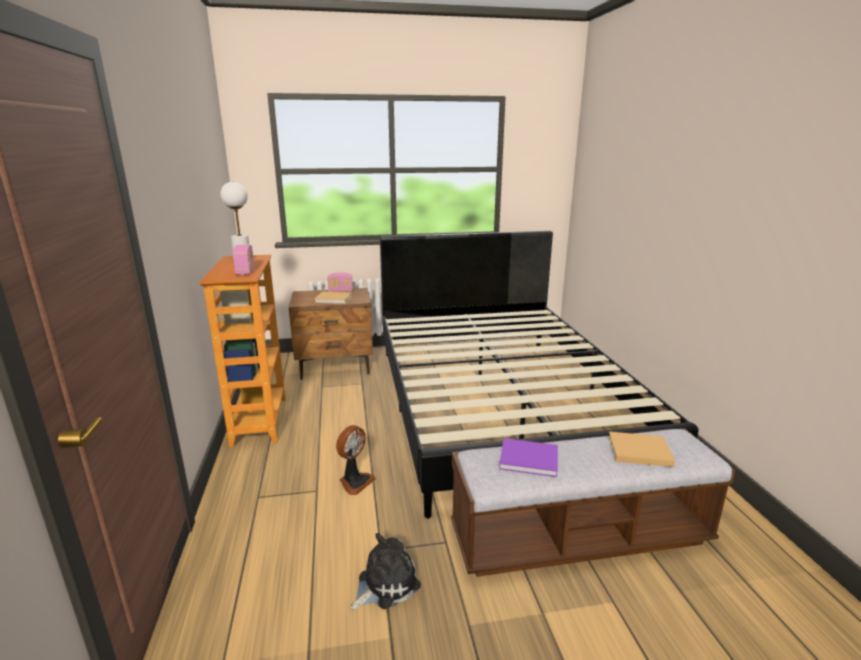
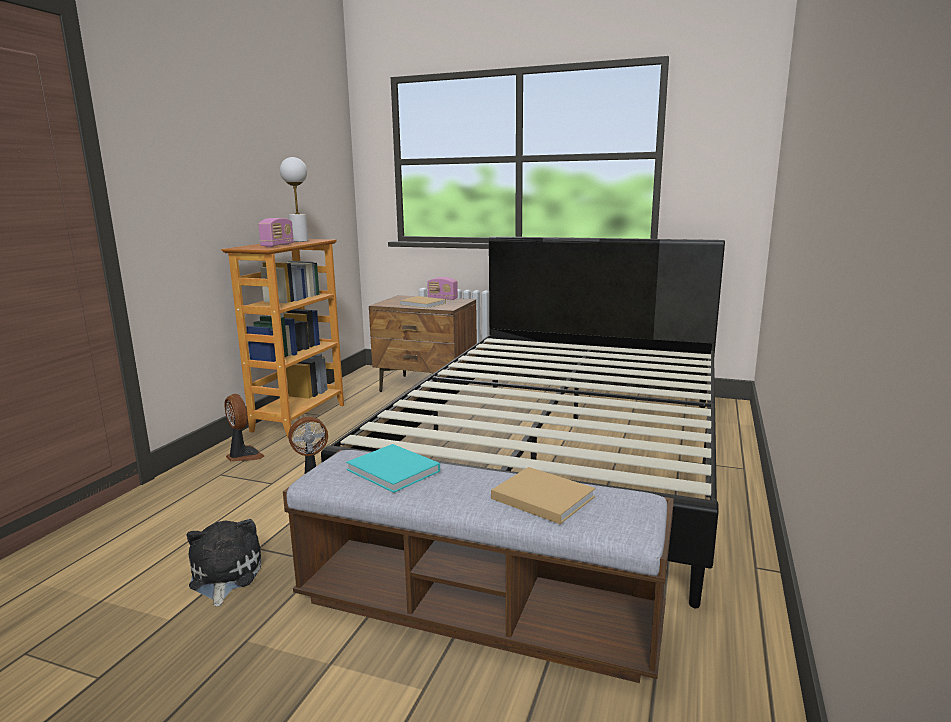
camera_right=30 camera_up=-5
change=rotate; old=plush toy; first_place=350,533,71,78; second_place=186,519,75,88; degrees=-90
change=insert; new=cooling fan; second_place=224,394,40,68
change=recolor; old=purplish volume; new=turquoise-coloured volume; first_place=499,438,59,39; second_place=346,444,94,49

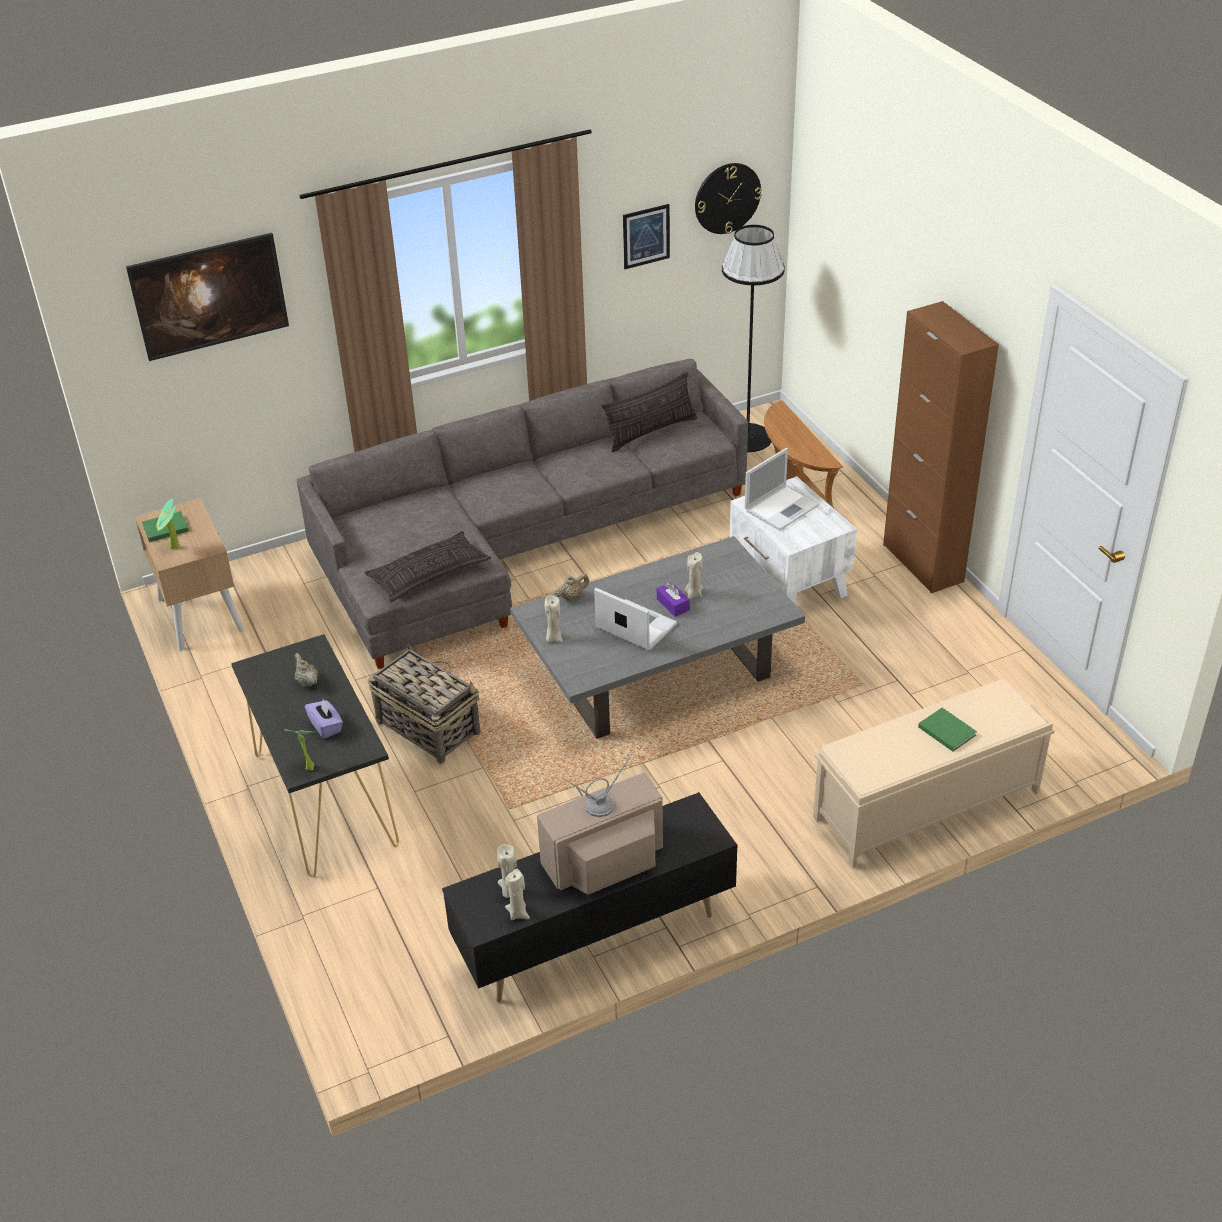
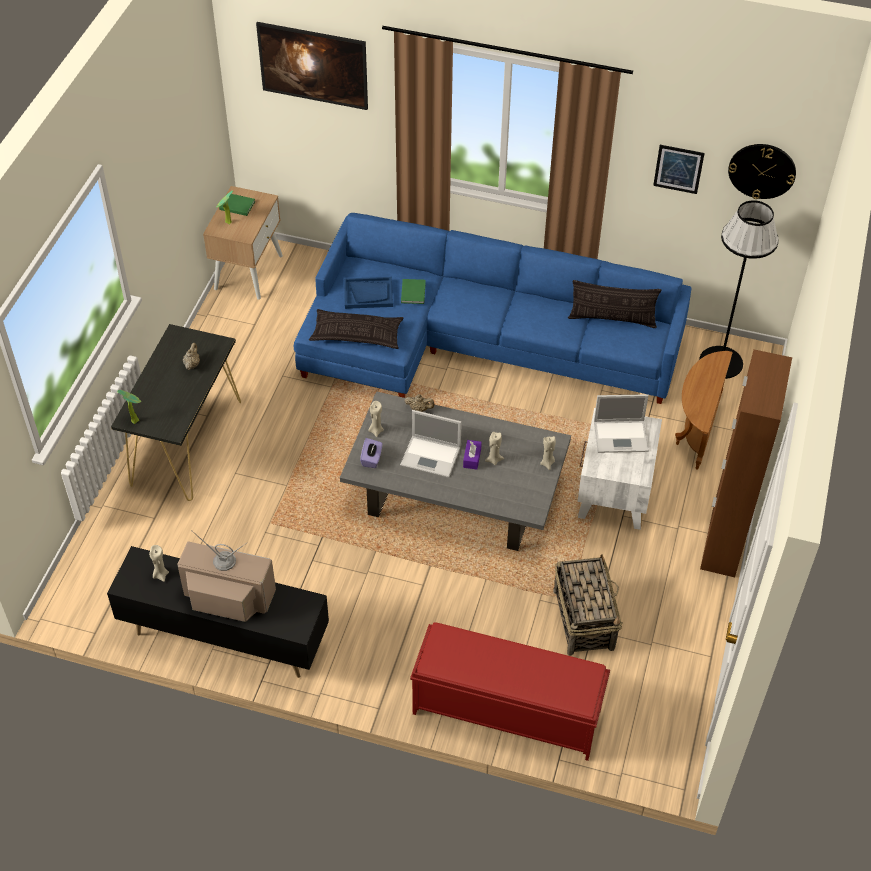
camera_right=40 camera_up=10
change=recolor; old=greyish couch; new=blue couch; first_place=297,359,451,310; second_place=294,213,397,191
change=insert; new=blue tray; second_place=344,277,49,32
change=move; old=purplish box of tissues; first_place=305,700,38,39; second_place=360,438,23,30
change=rotate; old=notebook computer; first_place=594,588,83,63; second_place=400,410,62,68; degrees=120
change=move; old=greenish volume; first_place=918,708,59,44; second_place=401,279,25,25
change=recolor; old=beige-coloured indoor bench; new=red indoor bench; first_place=813,679,242,189; second_place=410,623,200,138
change=move; old=beige-coloured wax candle; first_place=505,869,25,51; second_place=540,436,16,34
change=move; old=household basket; first_place=368,643,113,121; second_place=554,554,69,102

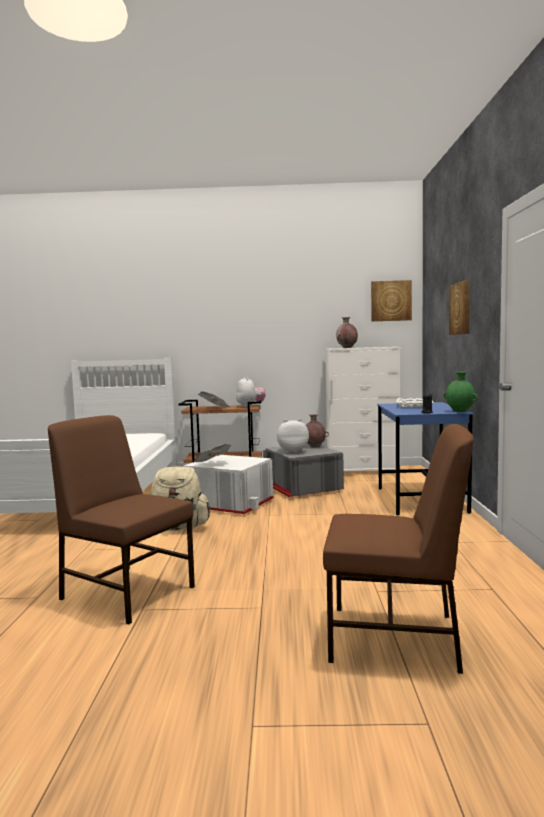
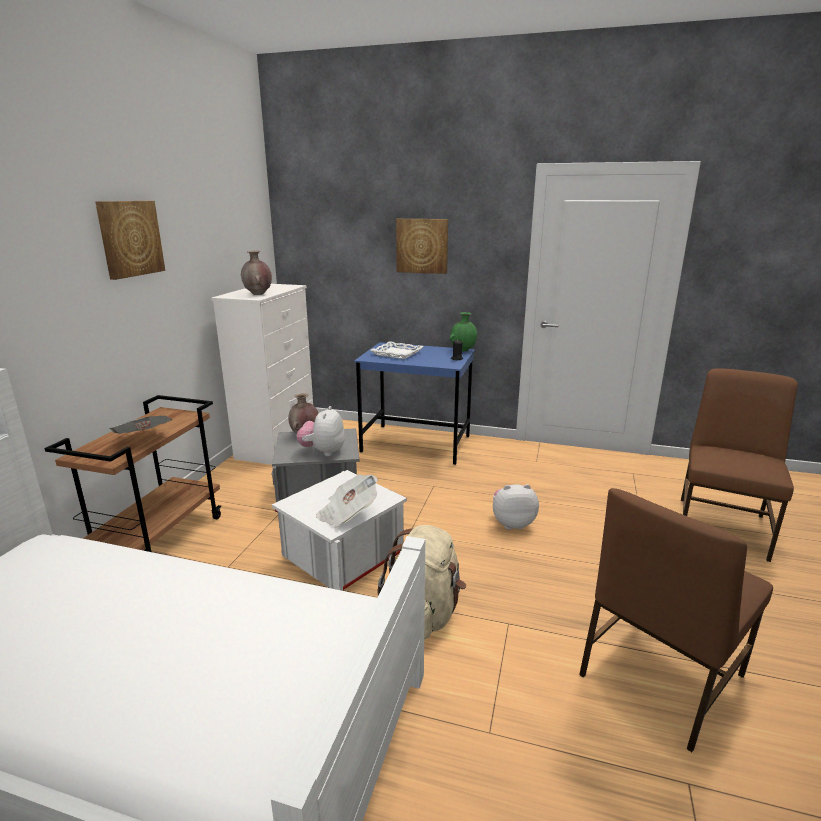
camera_right=-75 camera_up=15
change=move; old=picture; first_place=371,280,41,41; second_place=95,201,70,79
change=move; old=plush toy; first_place=236,377,30,30; second_place=493,484,46,46

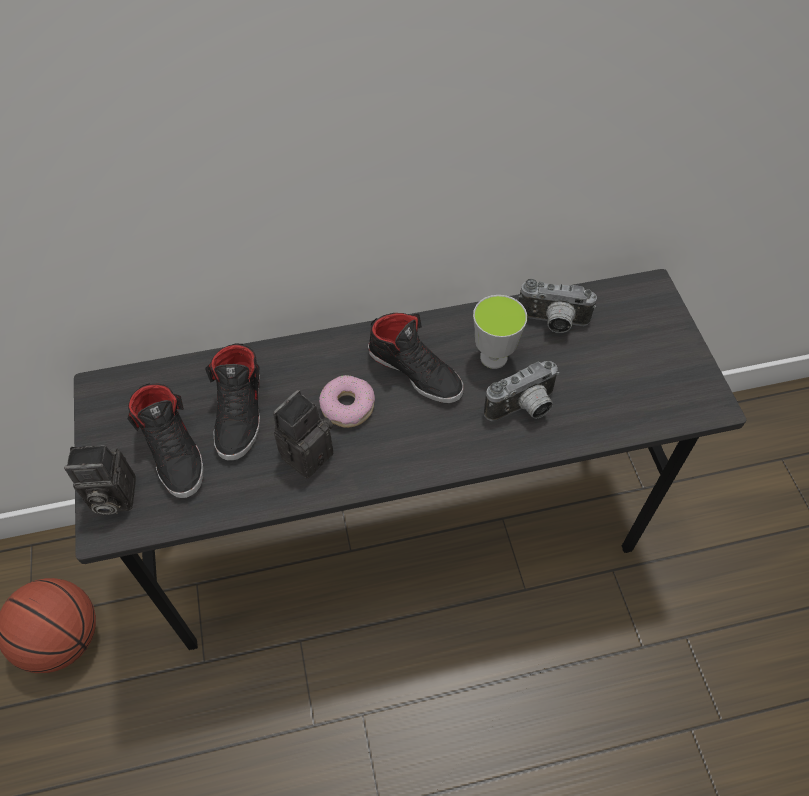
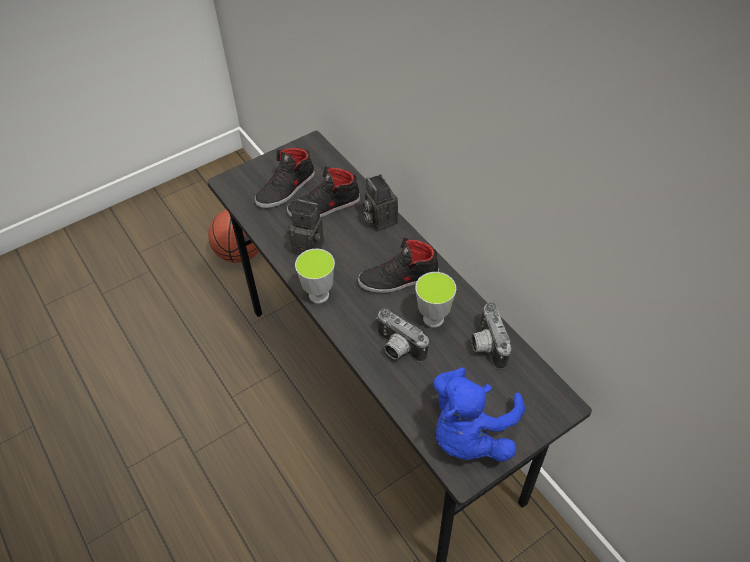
camera_right=70 camera_up=-5
change=insert; new=cup; second_place=295,249,40,55
change=rotate; old=blackish shoe; first_place=368,313,96,90; second_place=358,238,81,55; degrees=60
change=move; old=still camera; first_place=64,445,72,70; second_place=363,174,35,58
change=insert; new=blue plush toy; second_place=433,367,92,95
change=delete; old=donut; first_place=319,375,56,53

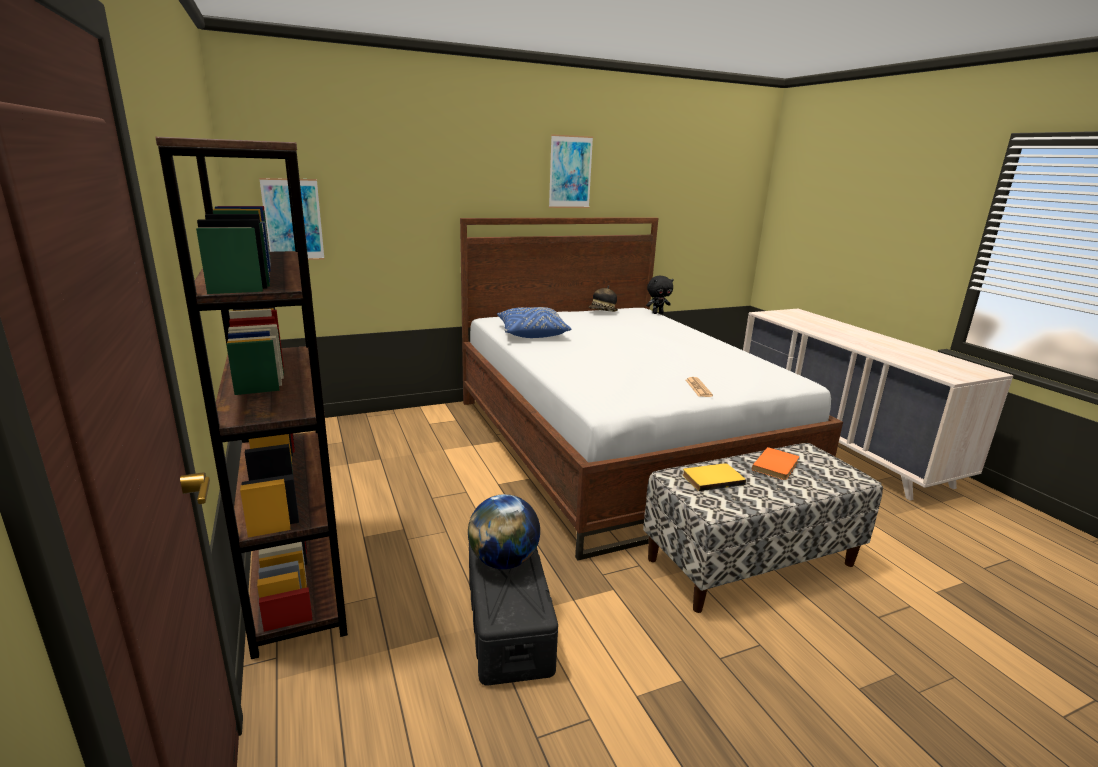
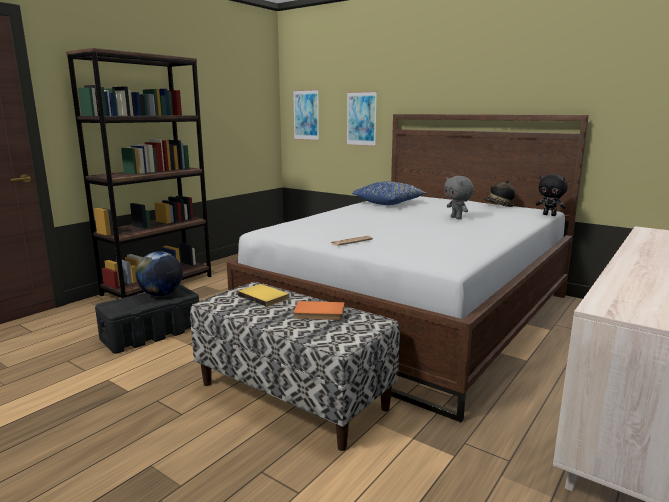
camera_right=60 camera_up=-5
change=move; old=picture; first_place=549,134,44,74; second_place=347,91,30,55
change=insert; new=greyish plush toy; second_place=444,176,30,43

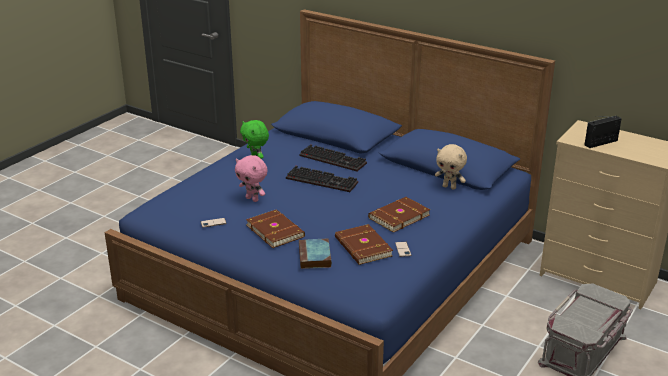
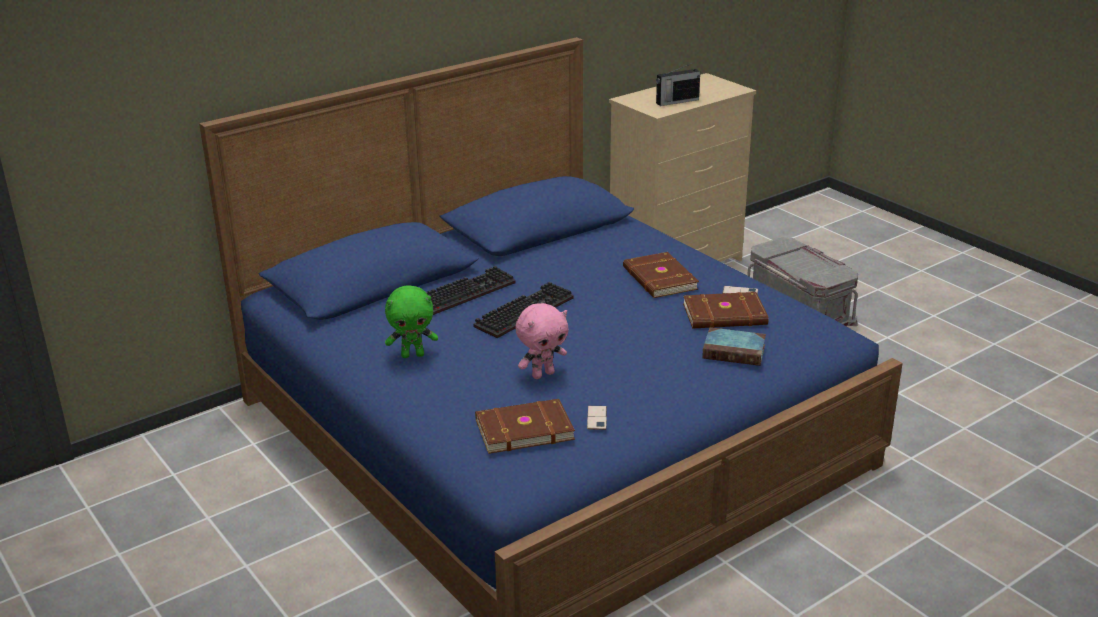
camera_right=-70 camera_up=0
change=move; old=brownish volume; first_place=246,209,59,39; second_place=475,399,100,55
change=rotate; old=radio; first_place=584,116,38,32; second_place=656,63,44,43; degrees=-105
change=delete; old=beige-coloured plush toy; first_place=435,144,32,45

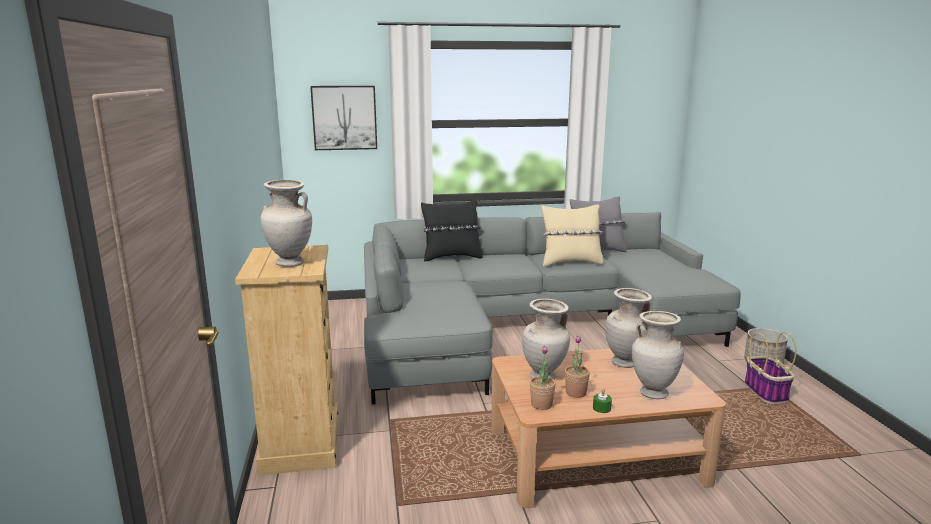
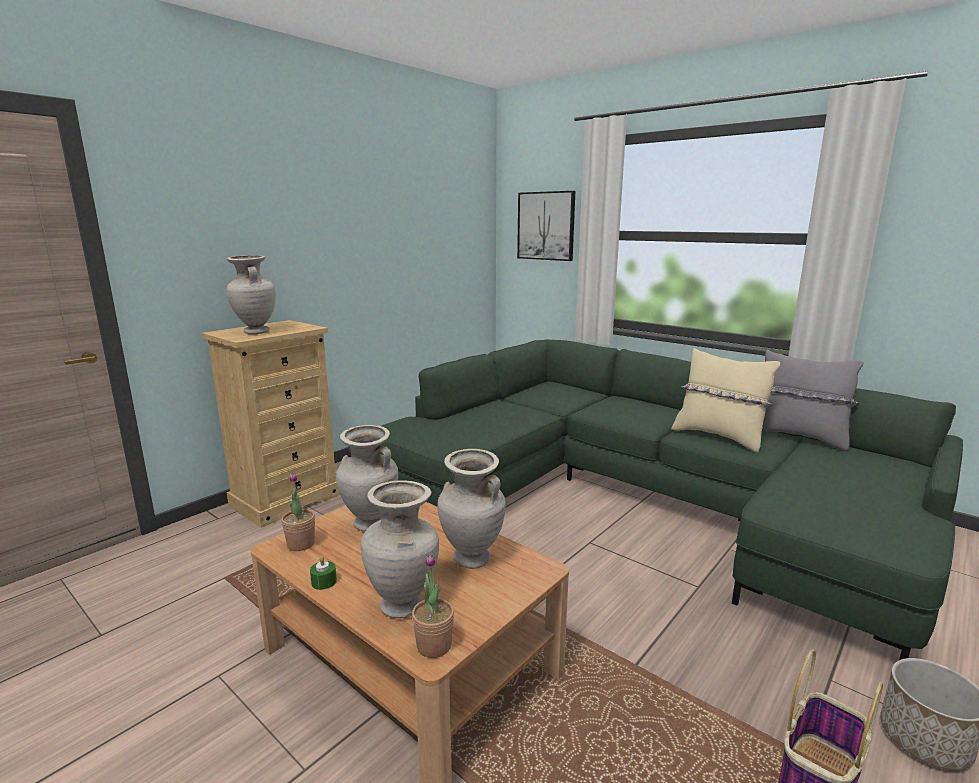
camera_right=50 camera_up=0
change=recolor; old=greyish couch; new=greenish couch; first_place=364,212,377,193; second_place=381,339,582,321
change=move; old=houseplant; first_place=565,335,25,63; second_place=412,553,42,105
change=delete; old=blackish pillow; first_place=421,200,62,61

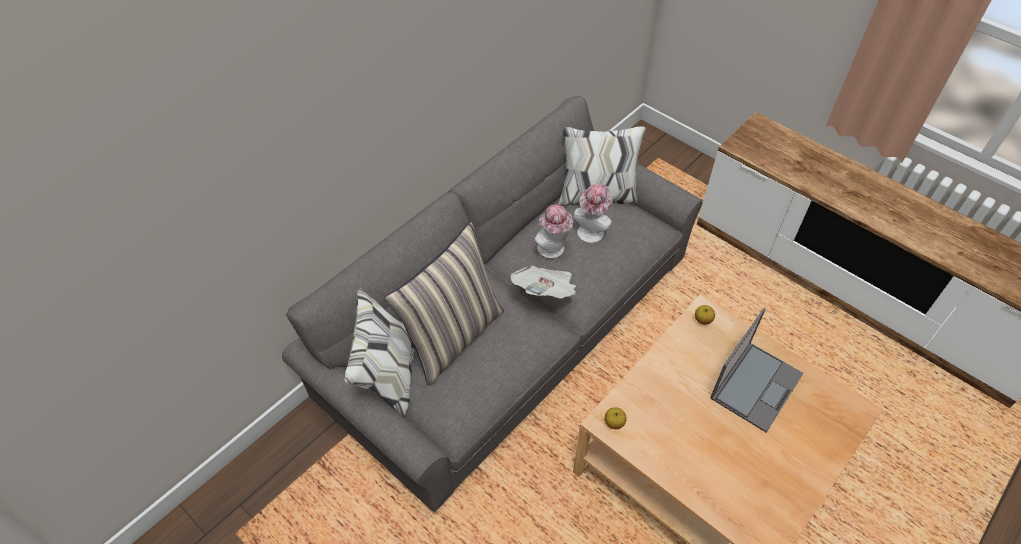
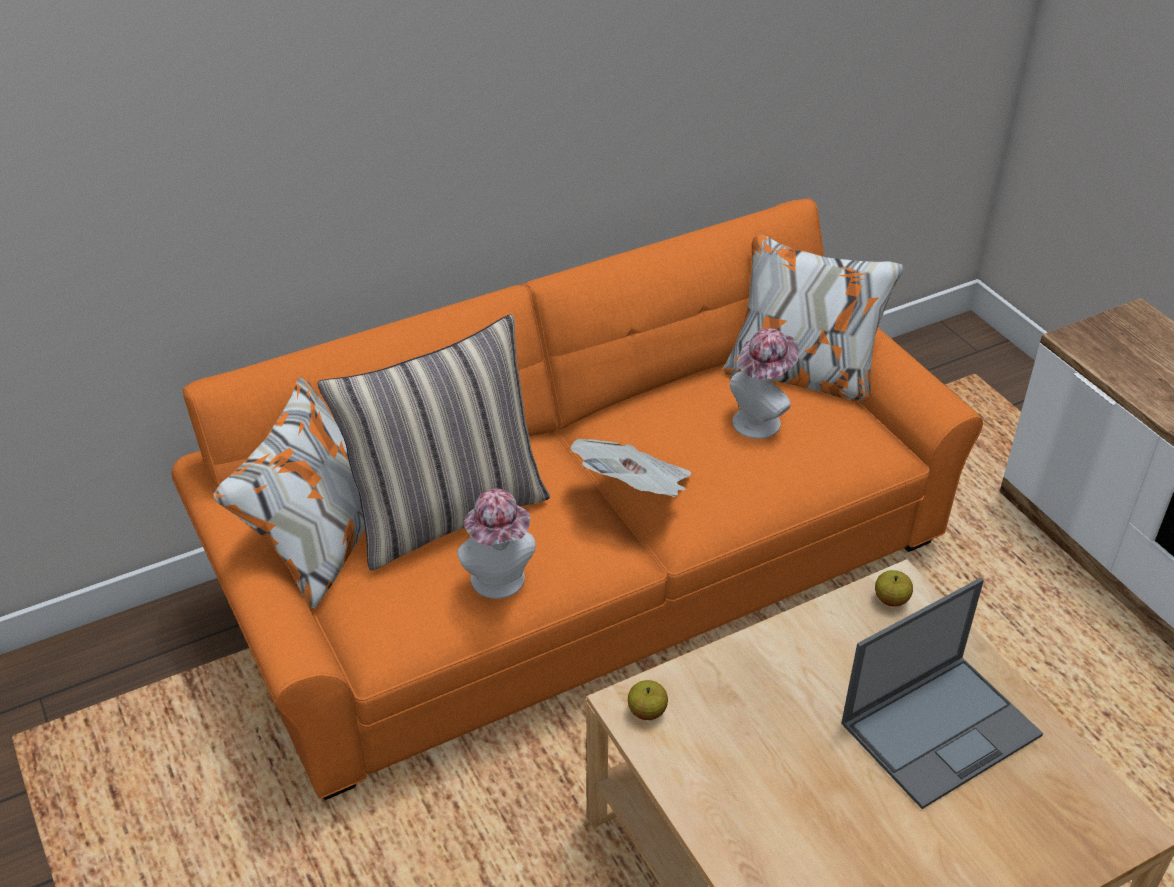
camera_right=20 camera_up=-10
change=recolor; old=greyish couch; new=orange couch; first_place=282,96,420,416; second_place=171,198,812,602
change=move; old=clothing hat; first_place=534,205,39,54; second_place=457,488,79,111

